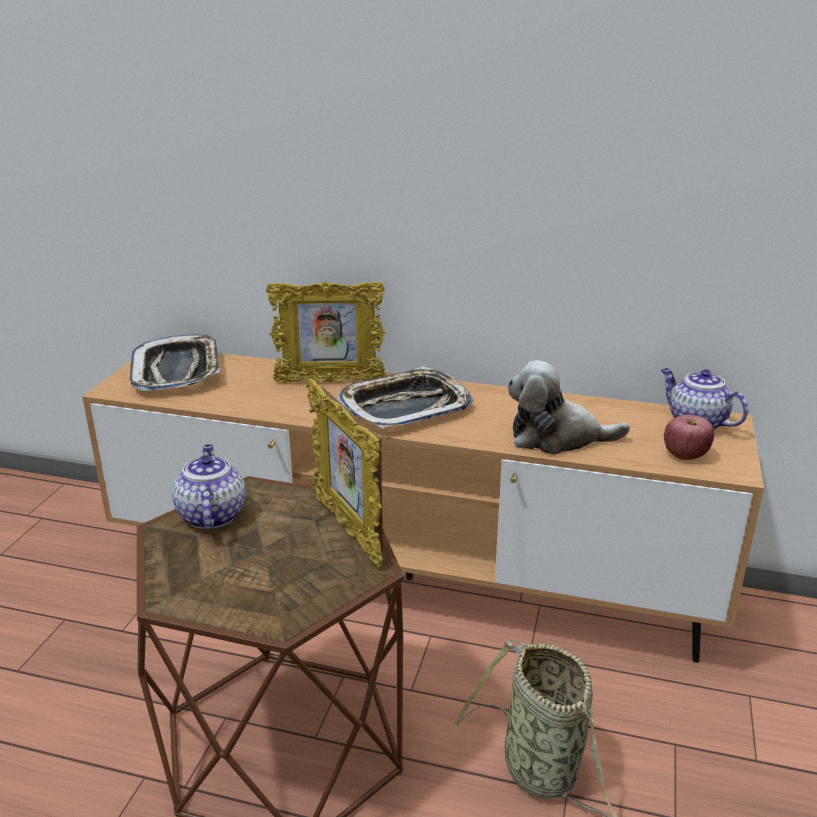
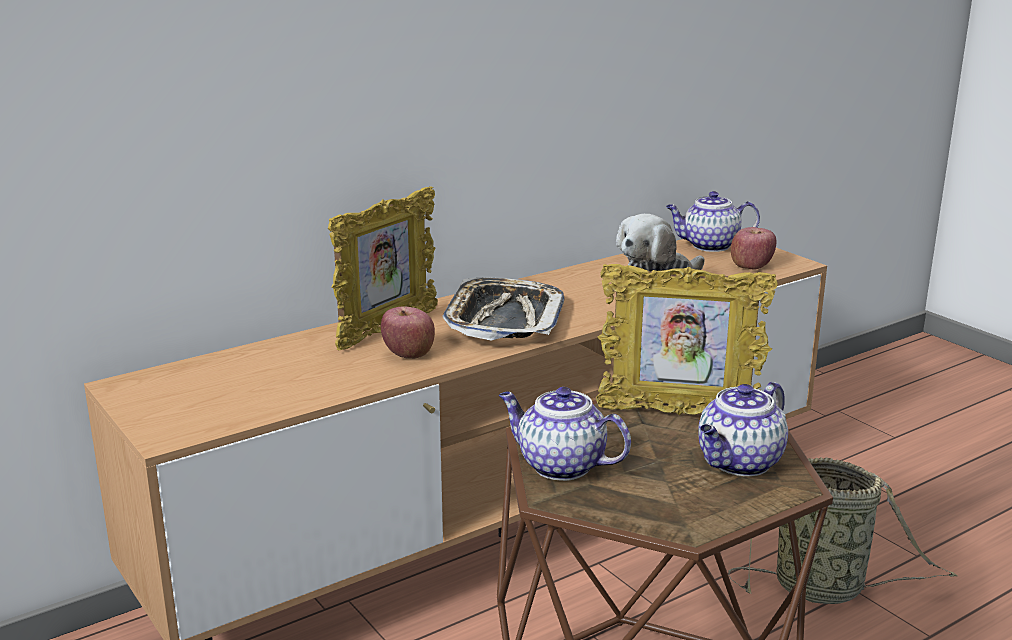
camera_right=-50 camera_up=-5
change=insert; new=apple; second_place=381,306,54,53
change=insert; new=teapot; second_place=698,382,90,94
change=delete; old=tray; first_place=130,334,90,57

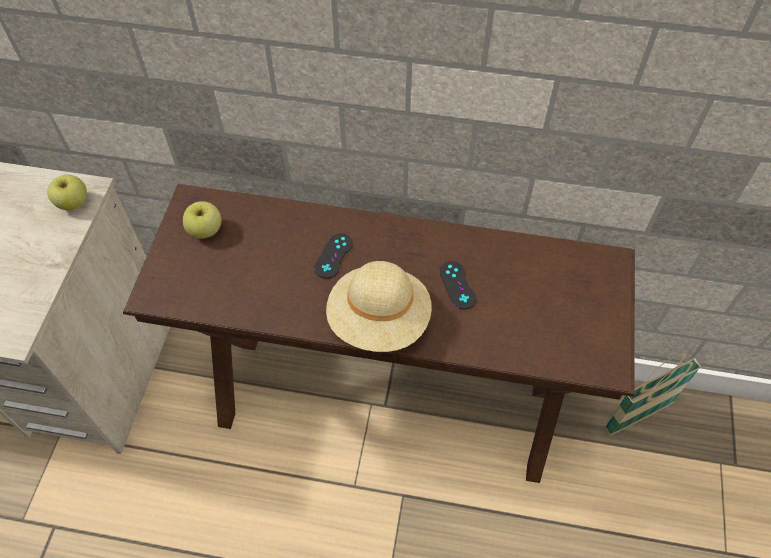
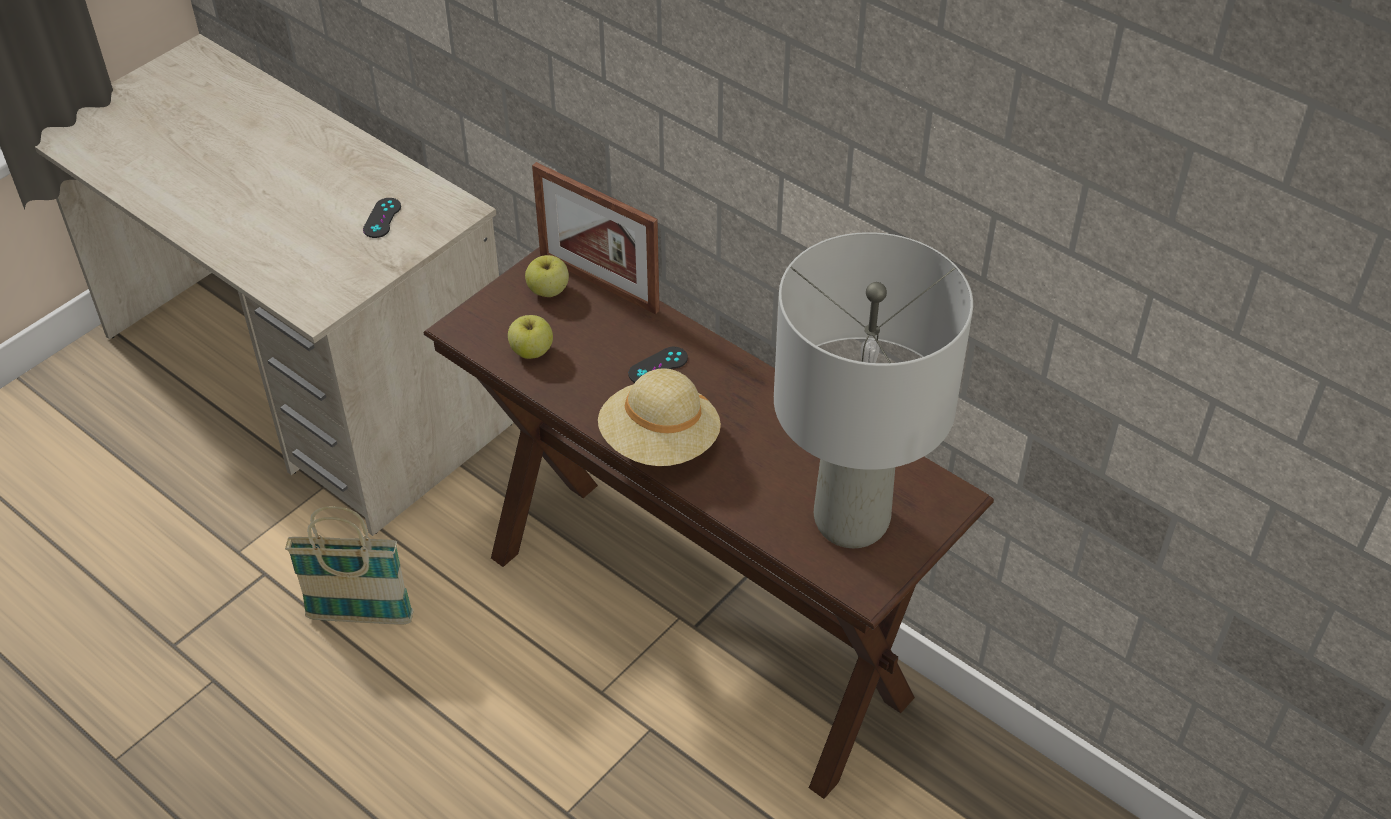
camera_right=30 camera_up=-10
change=move; old=household basket; first_place=605,353,97,82; second_place=285,506,129,119
change=move; old=blackish game controller; first_place=439,261,38,49; second_place=363,198,38,40
change=move; old=apple; first_place=47,175,40,36; second_place=508,315,45,44
change=insert; new=standing frame; second_place=532,162,128,152
change=insert; new=greyish lamp for a table; second_place=774,232,199,316

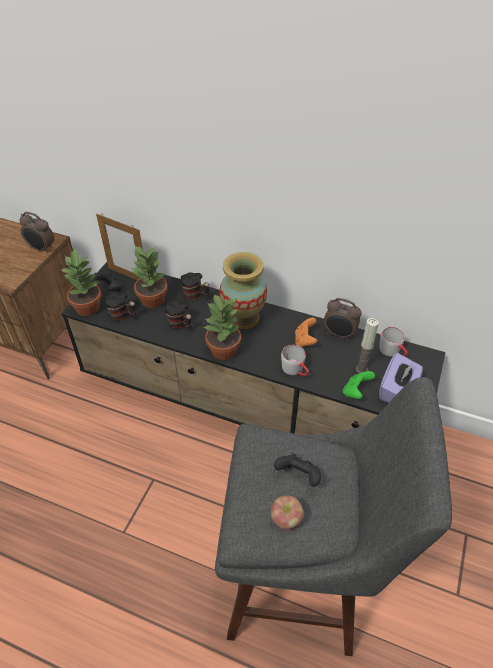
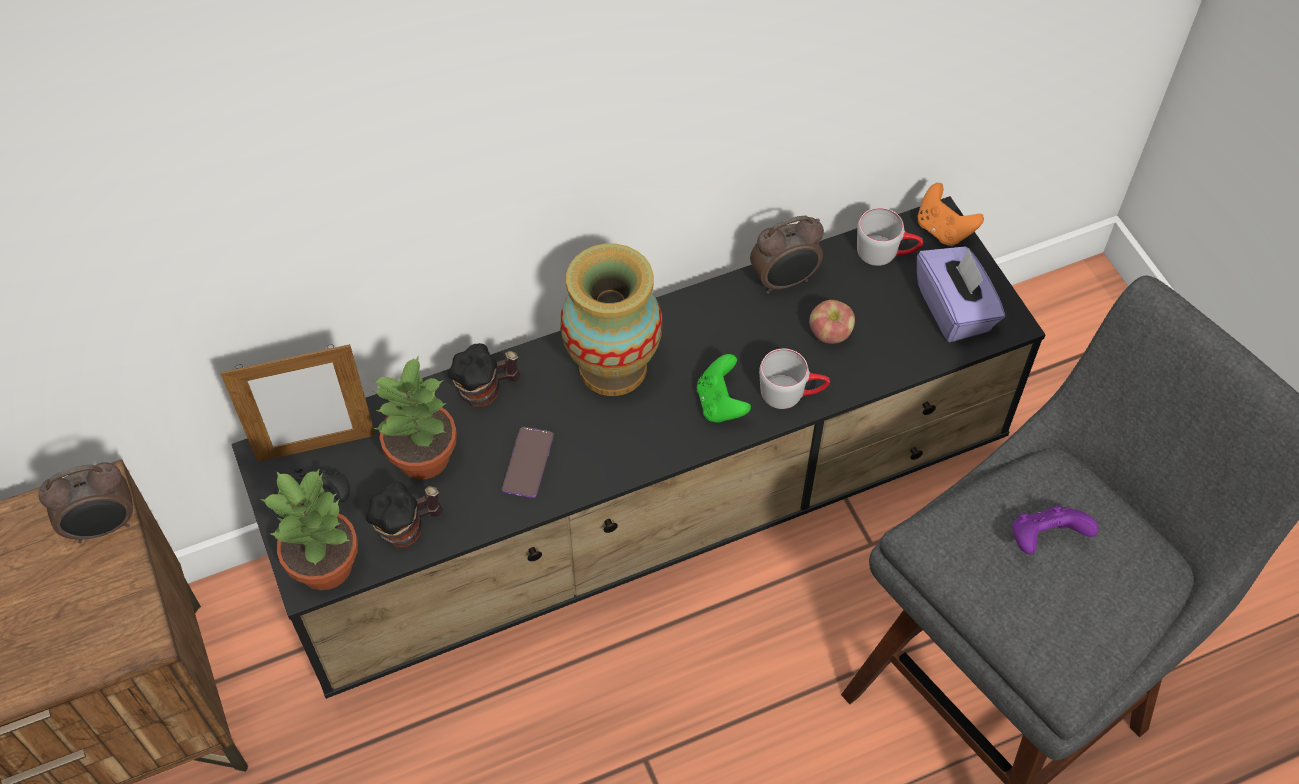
camera_right=-45 camera_up=10
change=replace; old=mug; new=telephone; first_place=165,300,27,30; second_place=502,427,52,71
change=move; old=greenish game controller; first_place=343,371,32,28; second_place=697,354,54,69
change=move; old=apple; first_place=271,495,33,35; second_place=809,300,46,44
change=move; old=orange game controller; first_place=295,318,23,29; second_place=918,183,66,63
change=recolor; old=blackish game controller; new=purplish game controller; first_place=274,453,47,34; second_place=1012,506,87,48
change=delete; old=houseplant; first_place=203,294,38,66
change=delete; old=wax candle; first_place=356,318,23,55

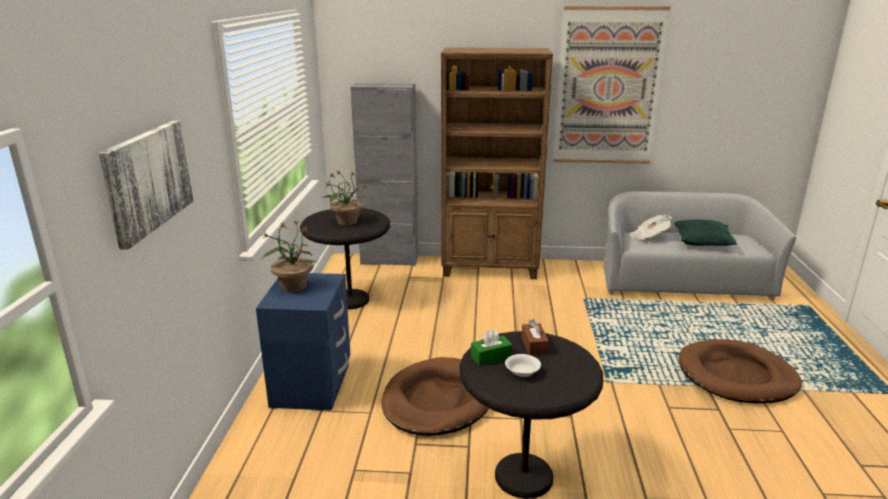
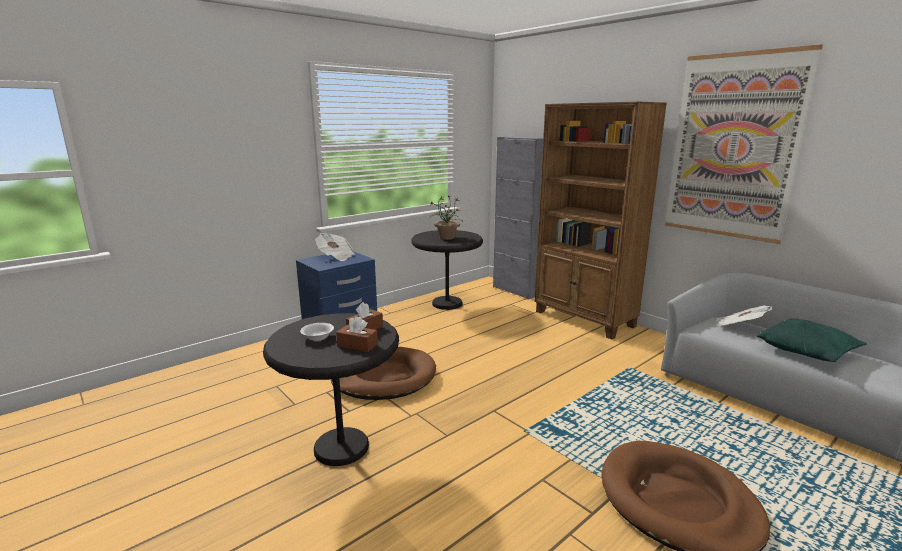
camera_right=45 camera_up=-5
change=replace; old=houseplant; new=printed paper; first_place=261,221,57,71; second_place=315,233,40,28
change=insert; new=brownish box of tissues; second_place=336,316,42,36
change=delete; old=picture; first_place=99,120,95,130
change=delete; old=greenish box of tissues; first_place=471,329,41,37

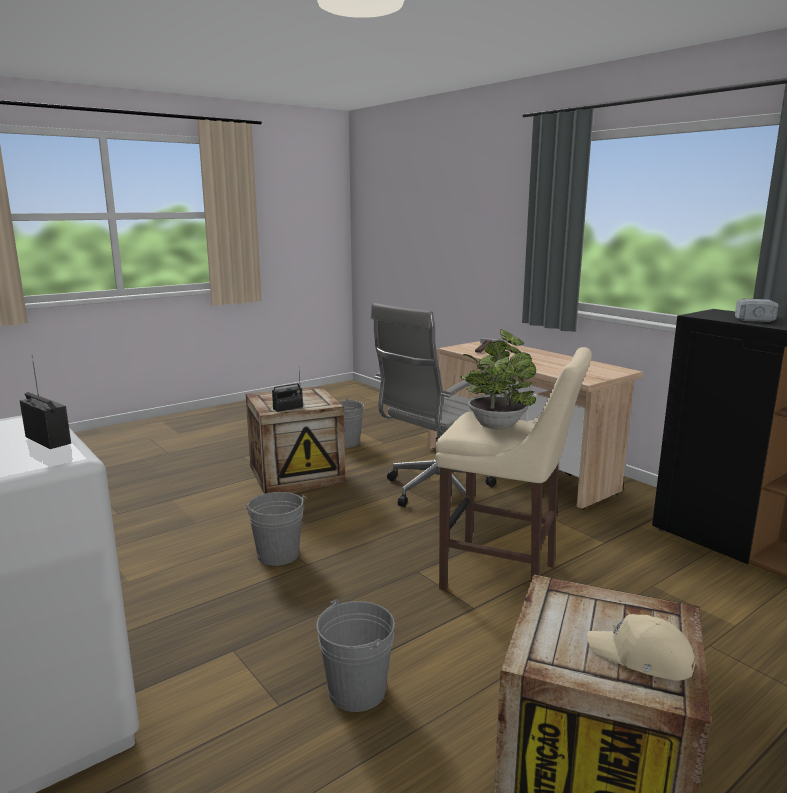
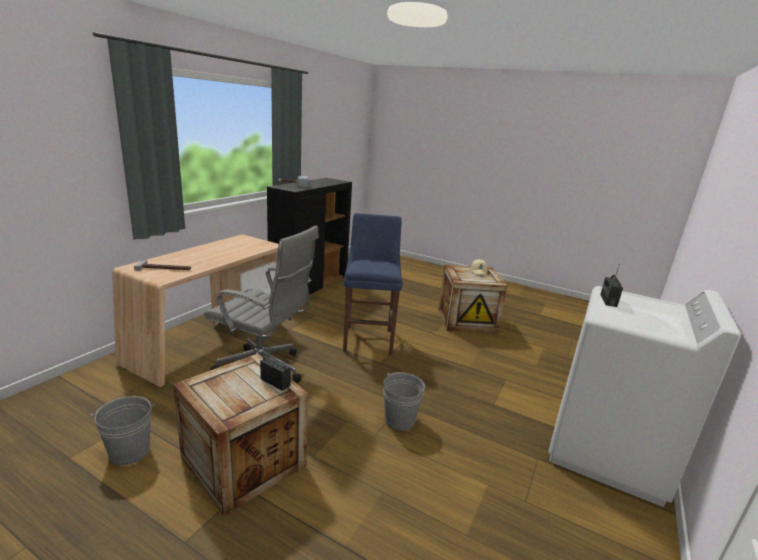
camera_right=-115 camera_up=5
change=recolor; old=beige-coloured stool; new=blue stool; first_place=436,347,156,243; second_place=343,213,59,142
change=delete; old=greyish water bucket; first_place=316,599,79,113
change=delete; old=houseplant; first_place=461,329,75,100

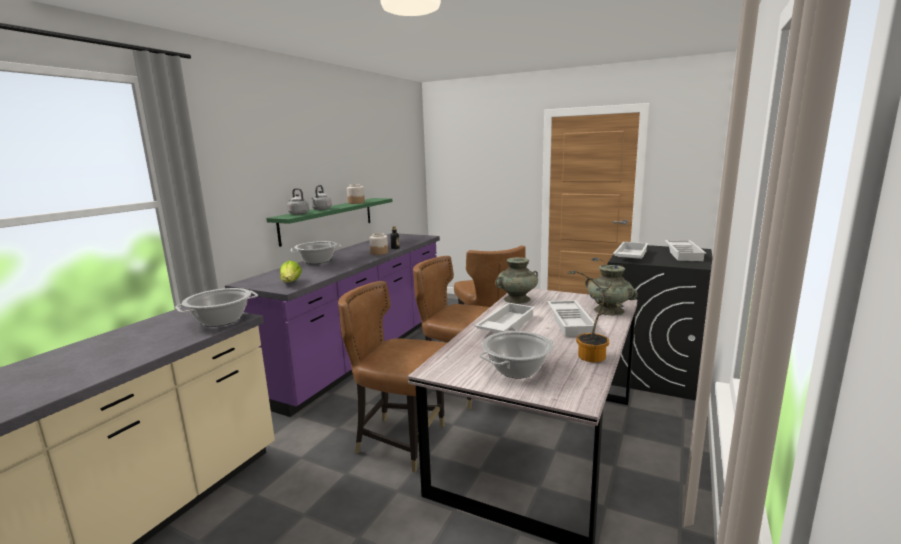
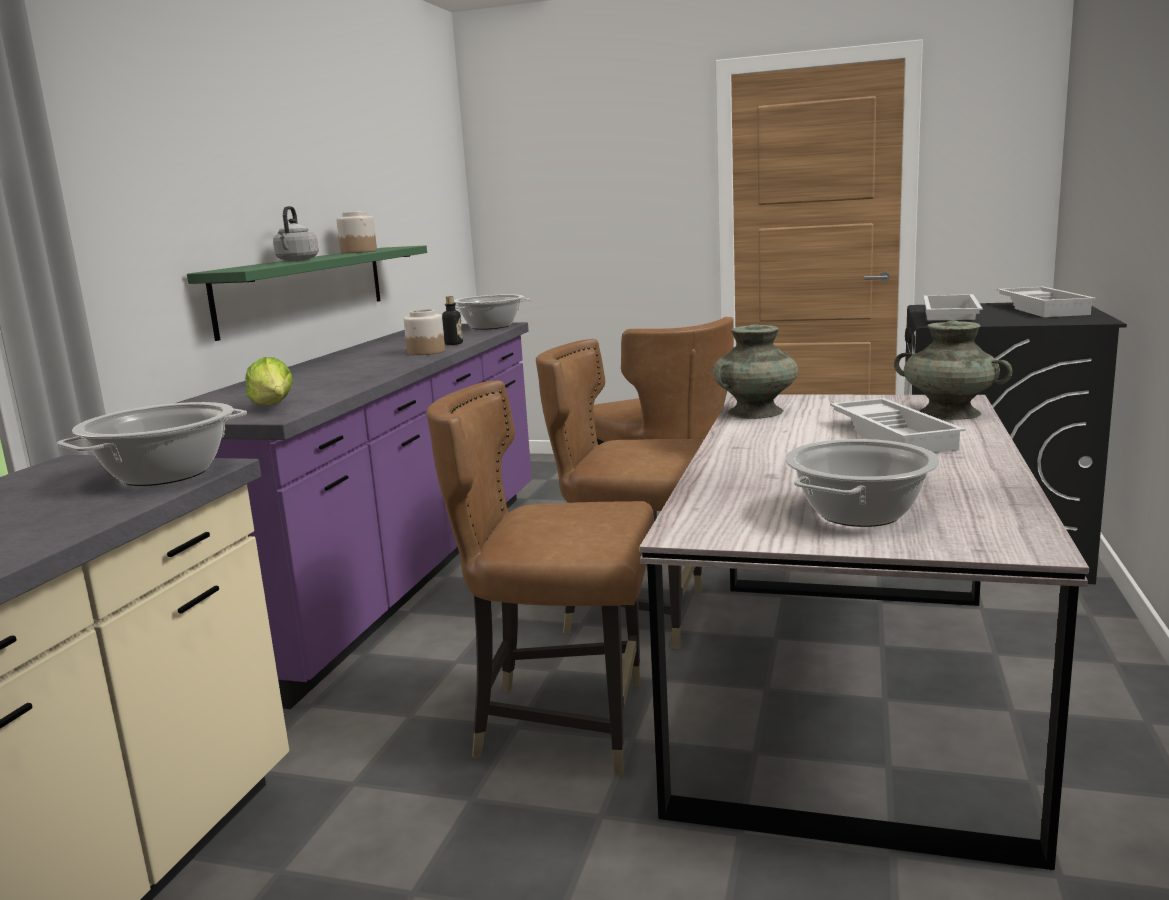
camera_right=-10 camera_up=0
change=move; old=cooking pot; first_place=291,241,50,23; second_place=454,294,77,36
change=delete; old=greyish kettle; first_place=287,188,22,27
change=delete; old=white-coloured tray; first_place=474,303,61,30
change=delete; old=houseplant; first_place=567,258,57,104

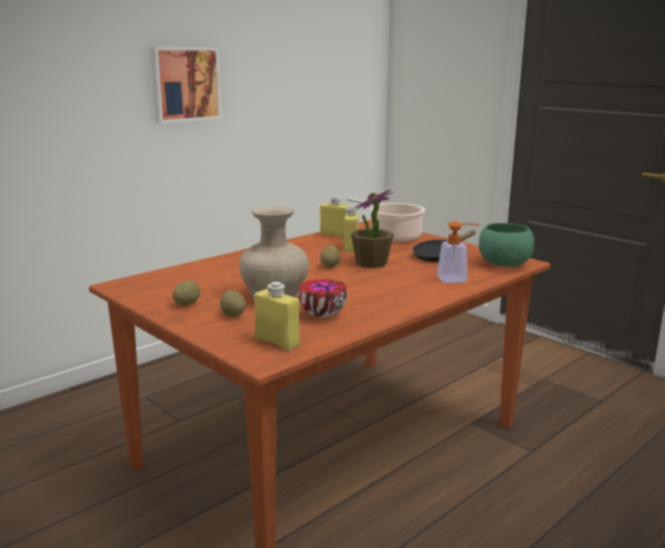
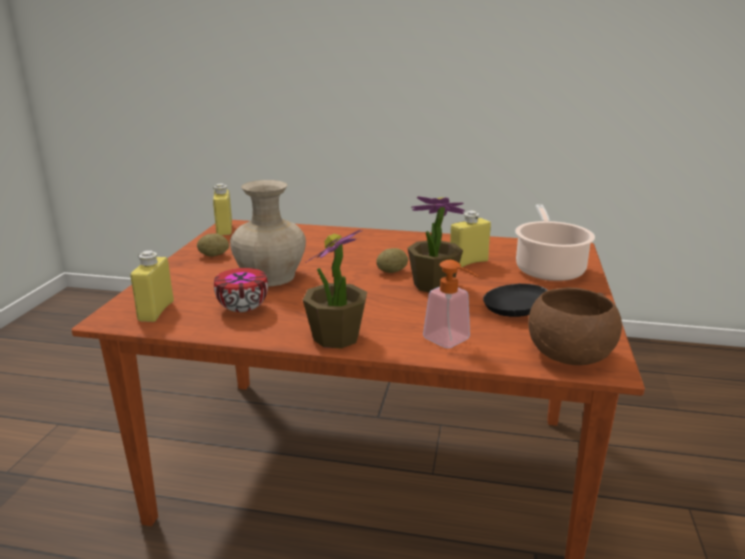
camera_right=55 camera_up=5
change=move; old=yellowish beverage bottle; first_place=320,196,31,42; second_place=213,184,19,51
change=insert; new=houseplant; second_place=303,230,64,118
change=recolor; old=greenish deep dish; new=brownish deep dish; first_place=479,223,55,44; second_place=528,288,94,77
change=delete; old=picture; first_place=150,47,72,77
change=delete; old=spud; first_place=220,290,26,27

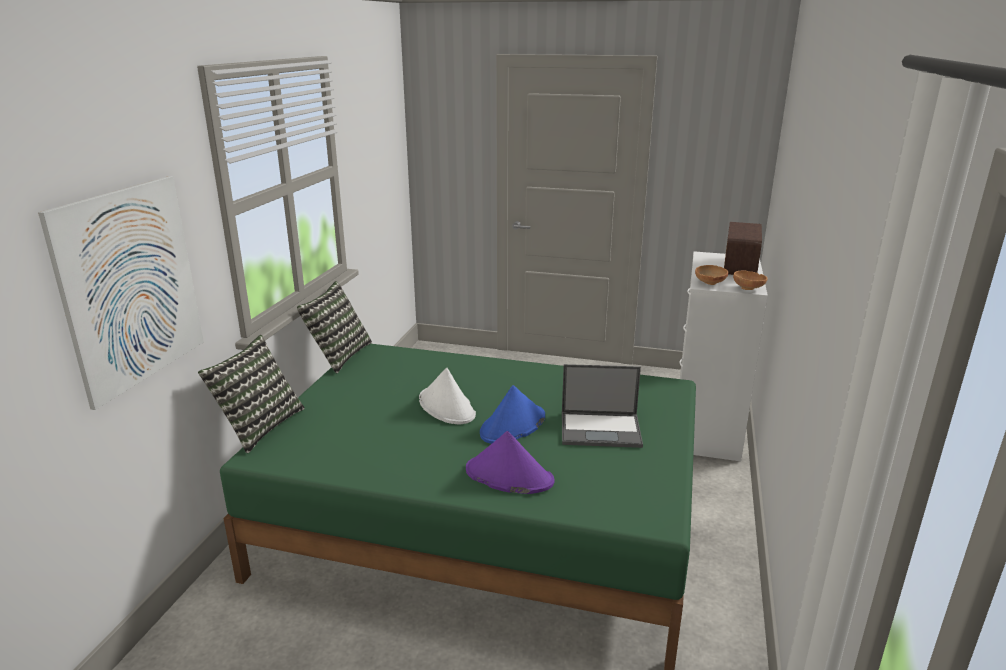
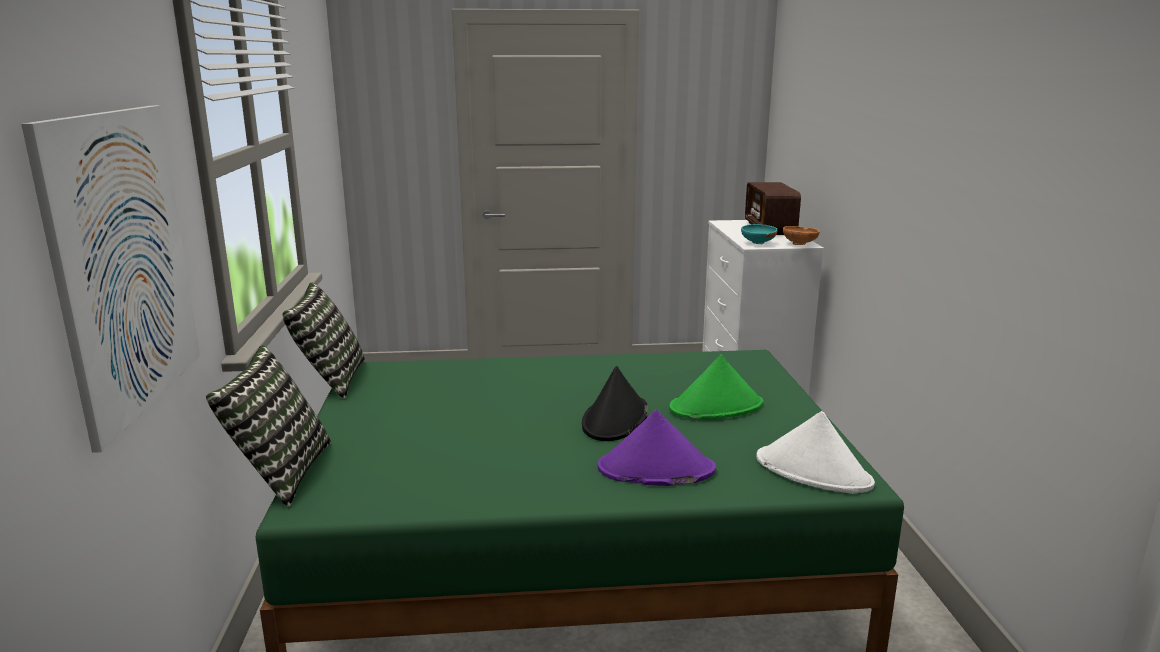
camera_right=-20 camera_up=-5
change=recolor; old=blue clothing hat; new=blackish clothing hat; first_place=480,385,65,59; second_place=582,366,66,75
change=replace; old=notebook computer; new=greenish clothing hat; first_place=562,364,81,84; second_place=669,355,94,64
change=recolor; old=brownish deep dish; new=turquoise-coloured deep dish; first_place=695,265,33,20; second_place=741,224,36,20
change=move; old=white-coloured clothing hat; first_place=419,368,57,56; second_place=756,411,119,82

